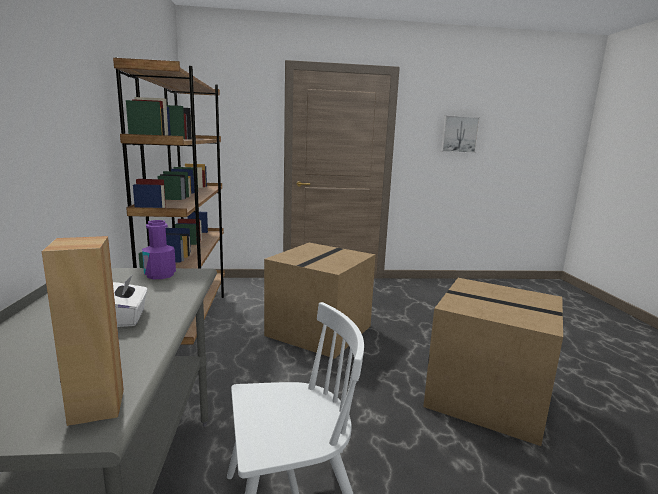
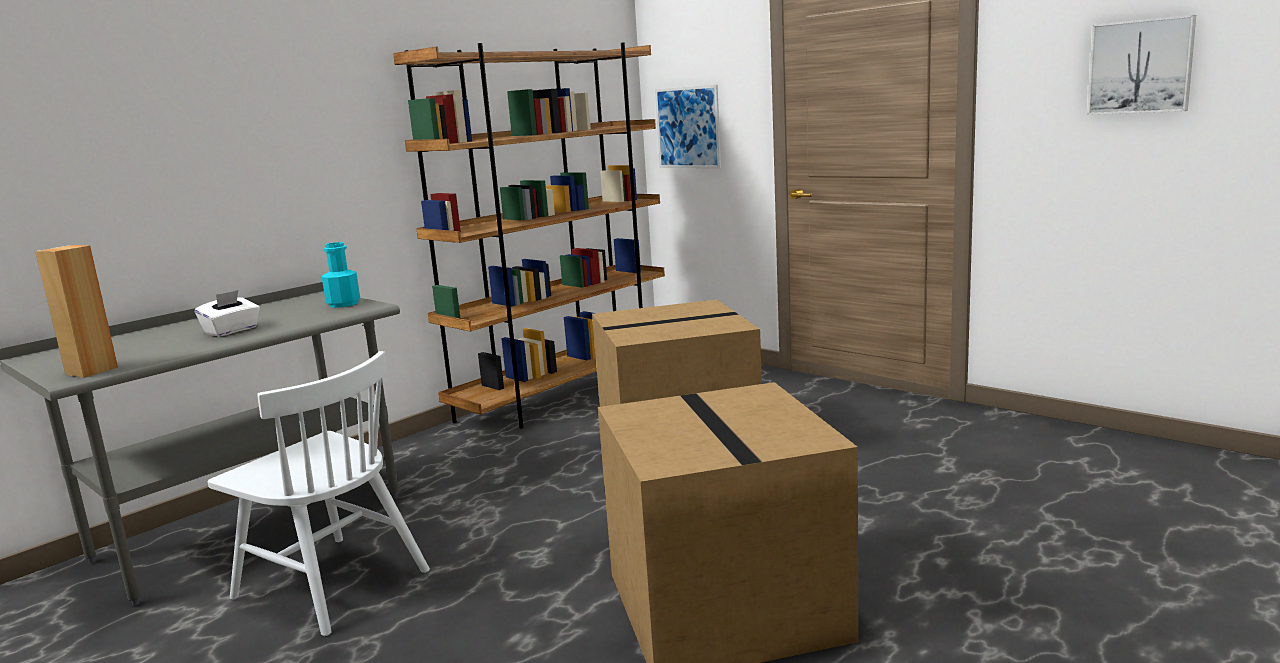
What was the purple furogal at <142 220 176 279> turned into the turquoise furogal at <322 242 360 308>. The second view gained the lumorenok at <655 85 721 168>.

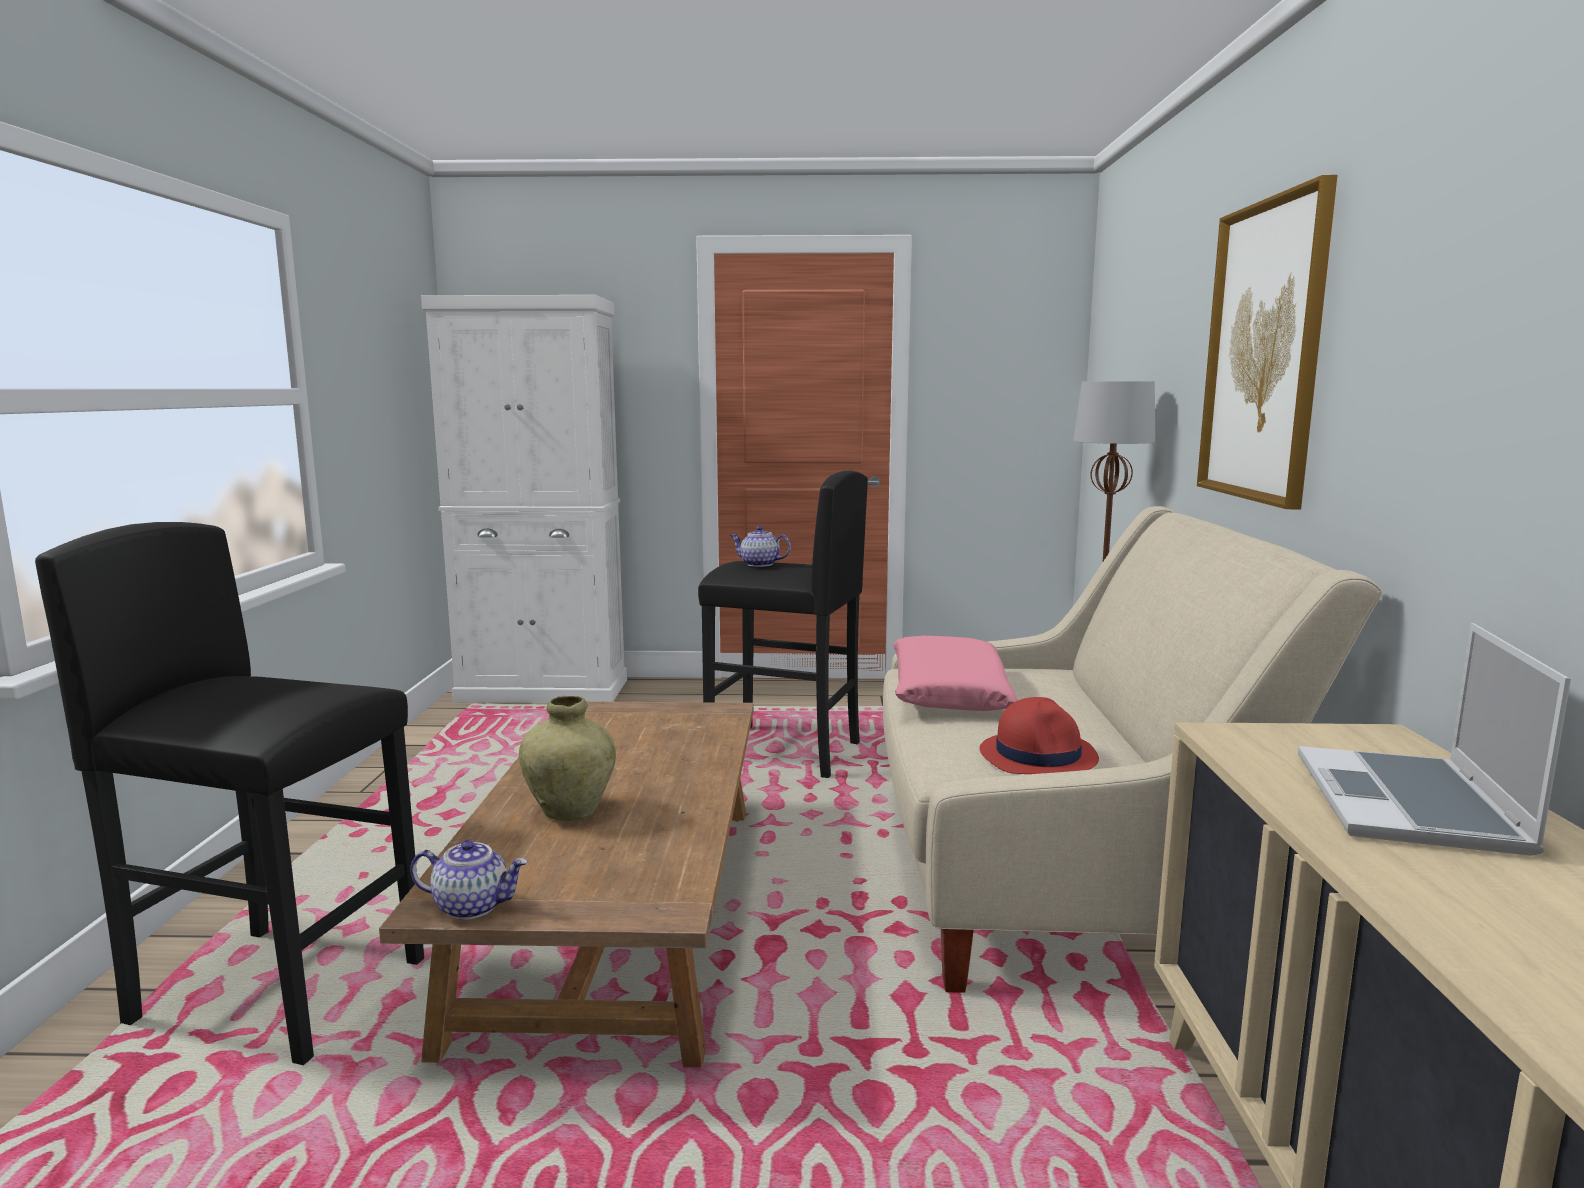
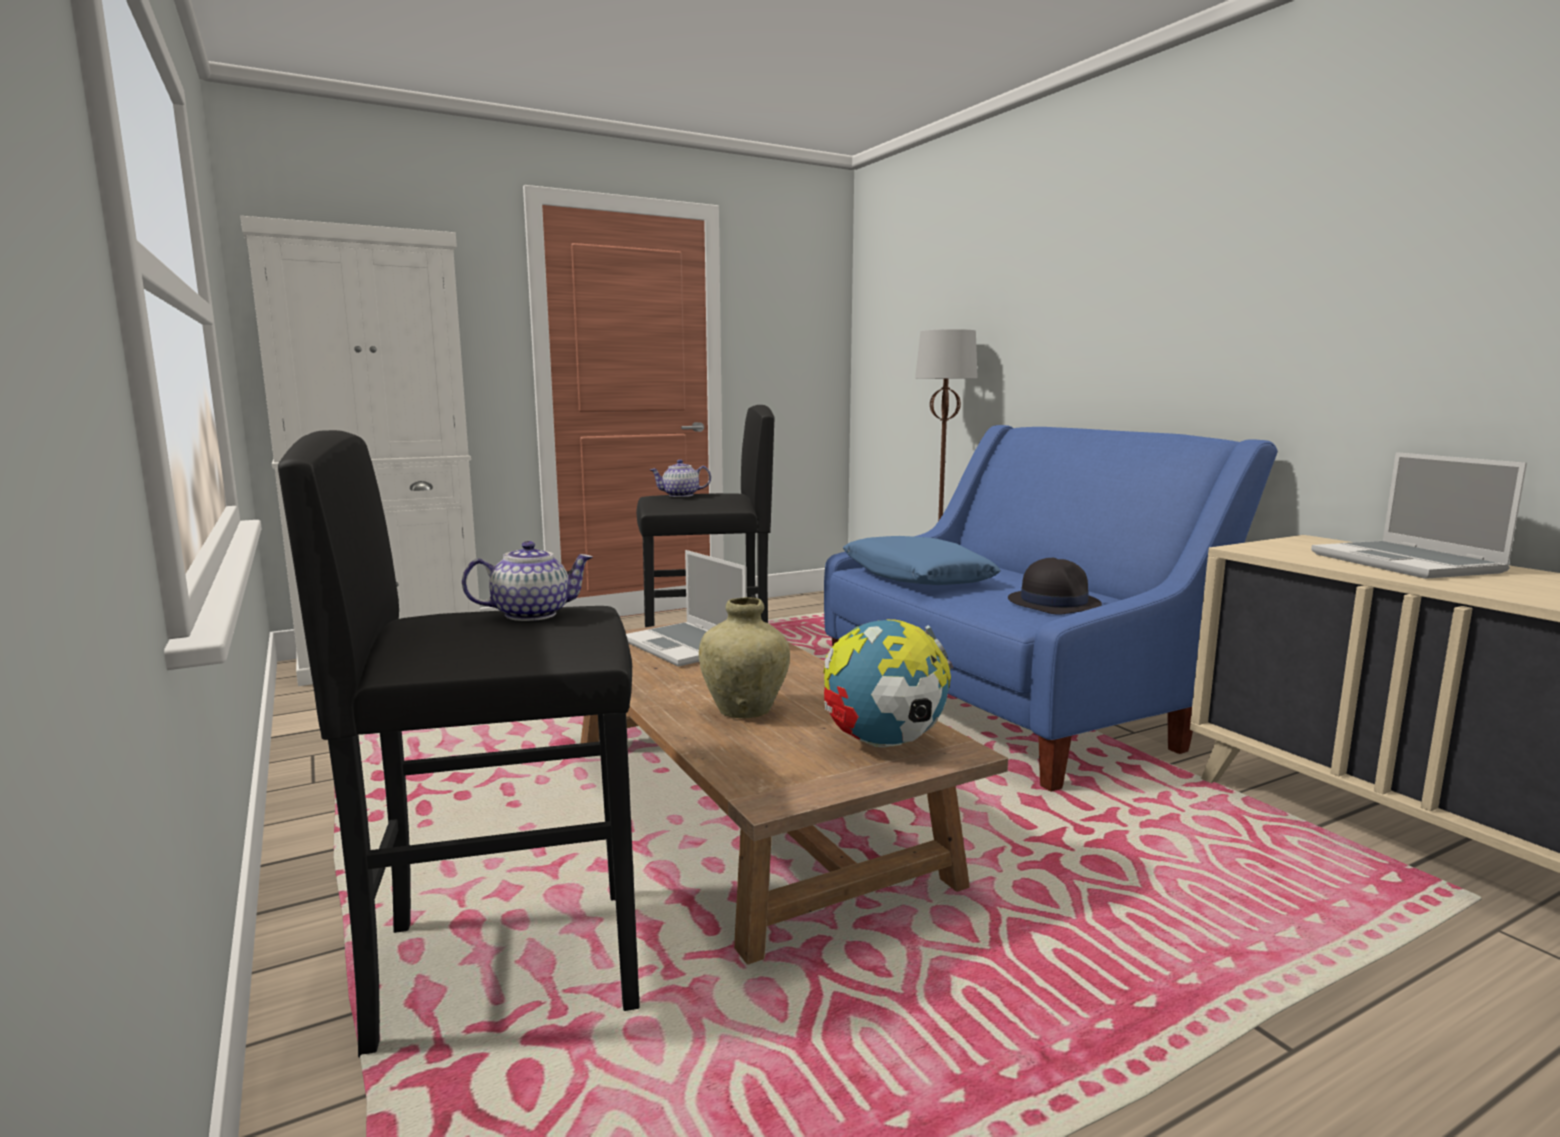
The second view lost the lumorenok at <1197 175 1338 509>. What was the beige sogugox at <883 506 1382 993> turned into the blue sogugox at <824 425 1278 792>. What was the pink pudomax at <893 636 1018 711> turned into the blue pudomax at <843 536 1001 585>. What was the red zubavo at <980 697 1099 774> turned into the black zubavo at <1008 558 1102 615>. The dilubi ended up elsewhere, having gone from <410 840 528 920> to <462 541 593 621>. The second view gained the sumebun at <626 550 747 667>. The second view gained the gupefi at <823 619 953 747>.

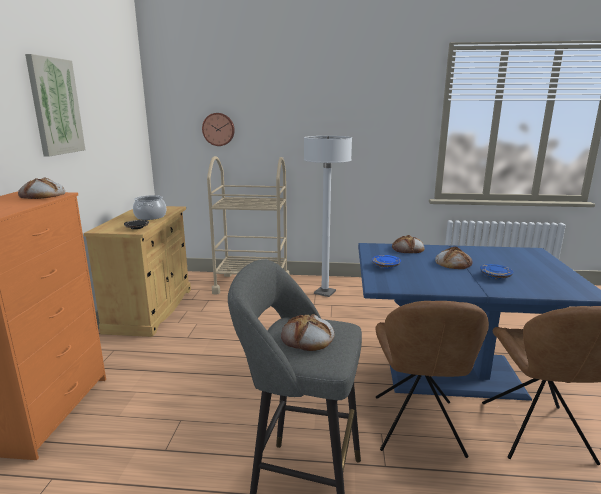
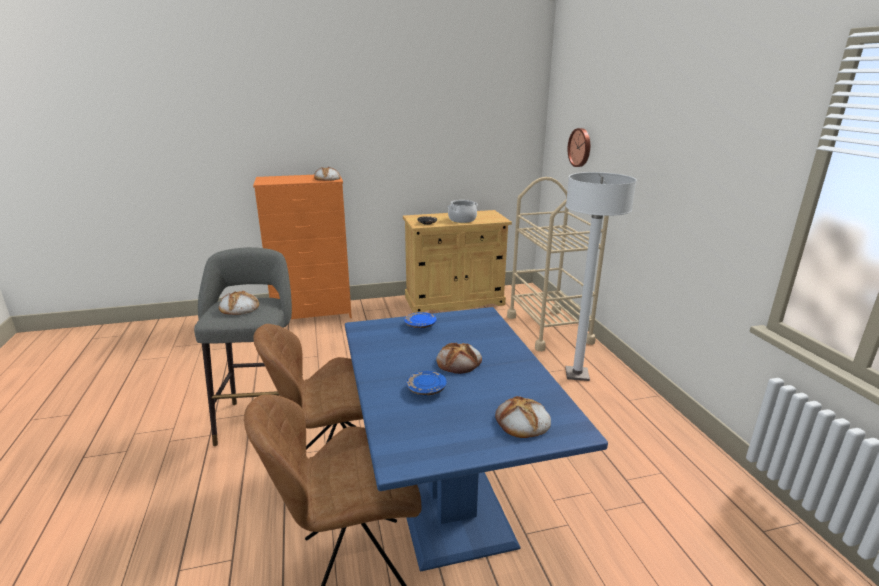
The second view lost the lumorenok at <25 54 85 157>. The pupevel ended up elsewhere, having gone from <392 235 425 253> to <495 396 551 438>.

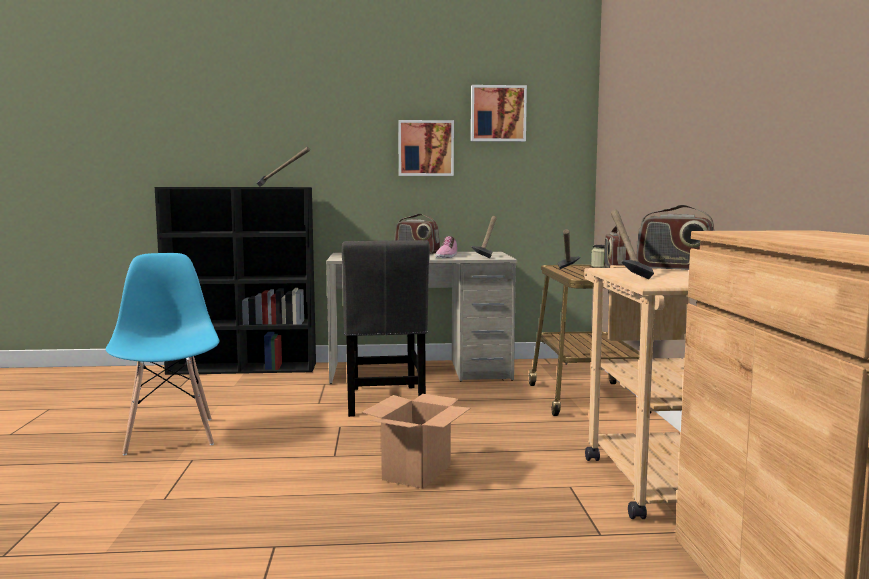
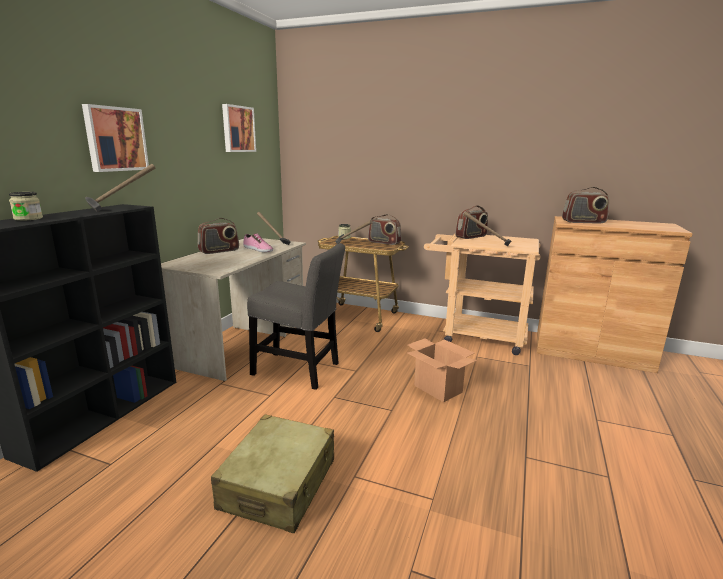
The lumorenok ended up elsewhere, having gone from <398 120 454 176> to <82 104 149 172>. Where the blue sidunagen stood at <106 253 219 456>, the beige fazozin came to stand at <211 414 334 533>. The second view gained the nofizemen at <562 187 609 224>. The second view gained the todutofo at <9 192 43 221>.

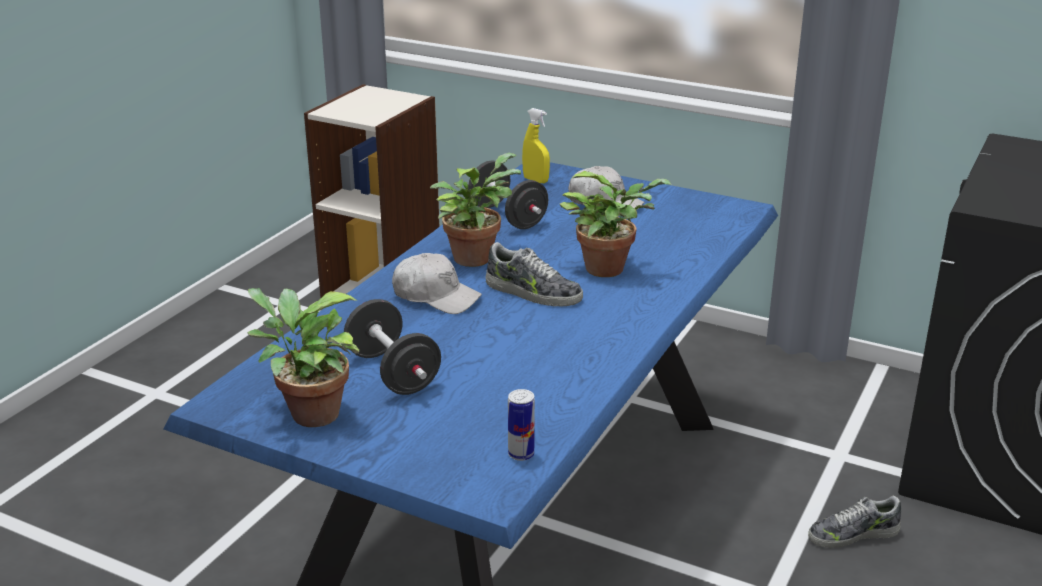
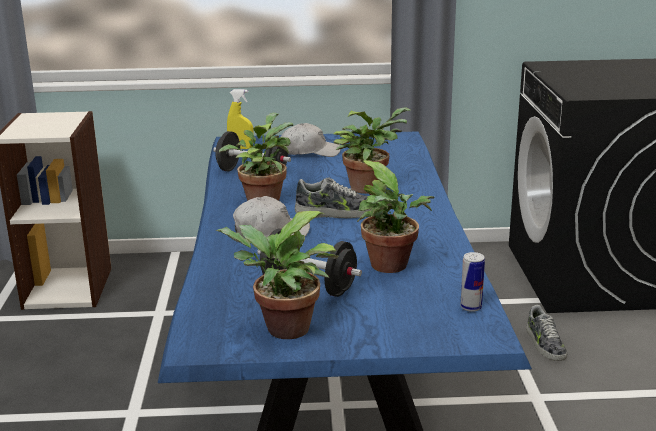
The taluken at <808 496 901 548> ended up facing another way, 60 degrees counterclockwise from before. The second view gained the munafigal at <357 160 434 273>.

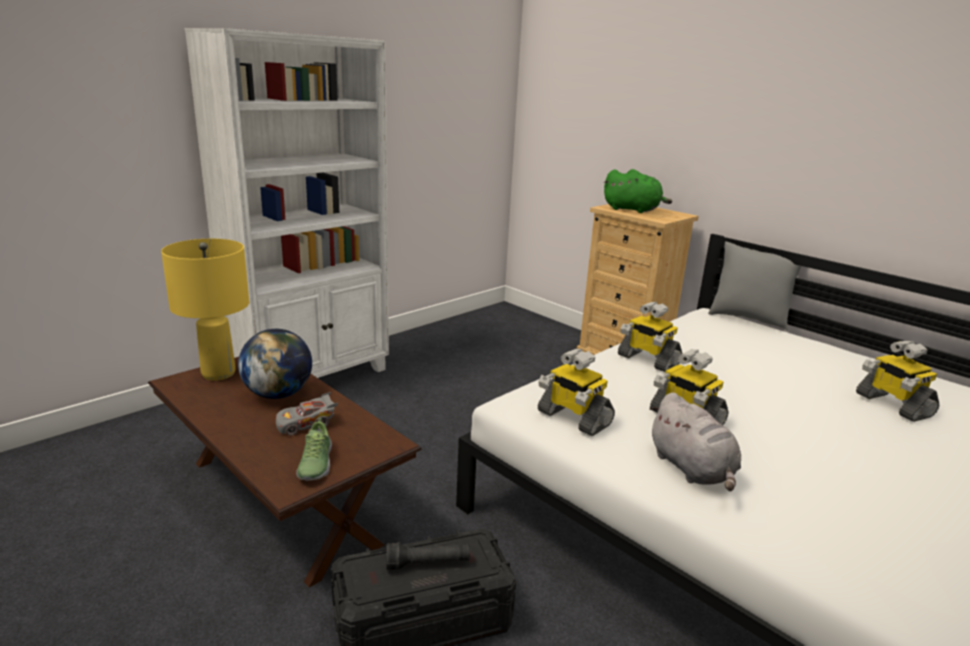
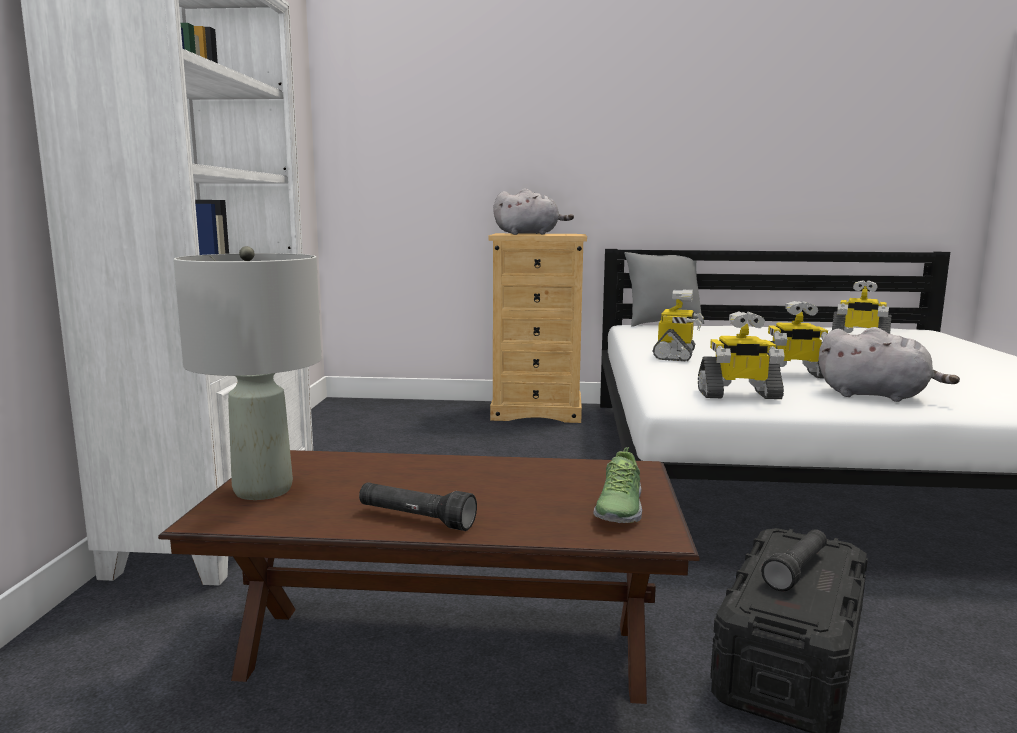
What was the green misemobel at <603 169 672 213> turned into the grey misemobel at <493 188 574 235>. What was the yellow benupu at <161 239 249 381> turned into the grey benupu at <174 246 321 500>. The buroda at <618 302 683 372> ended up facing another way, 75 degrees counterclockwise from before. The second view lost the gupefi at <238 329 312 399>. The second view lost the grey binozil at <276 392 338 435>. The taluken at <296 418 332 481> ended up facing another way, 60 degrees clockwise from before. The second view gained the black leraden at <359 482 477 531>.

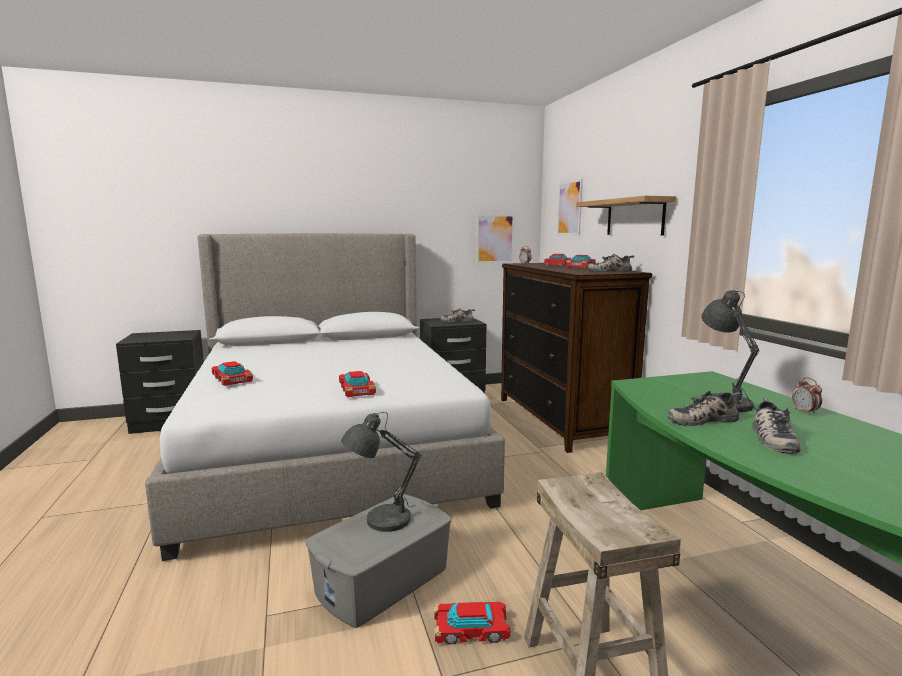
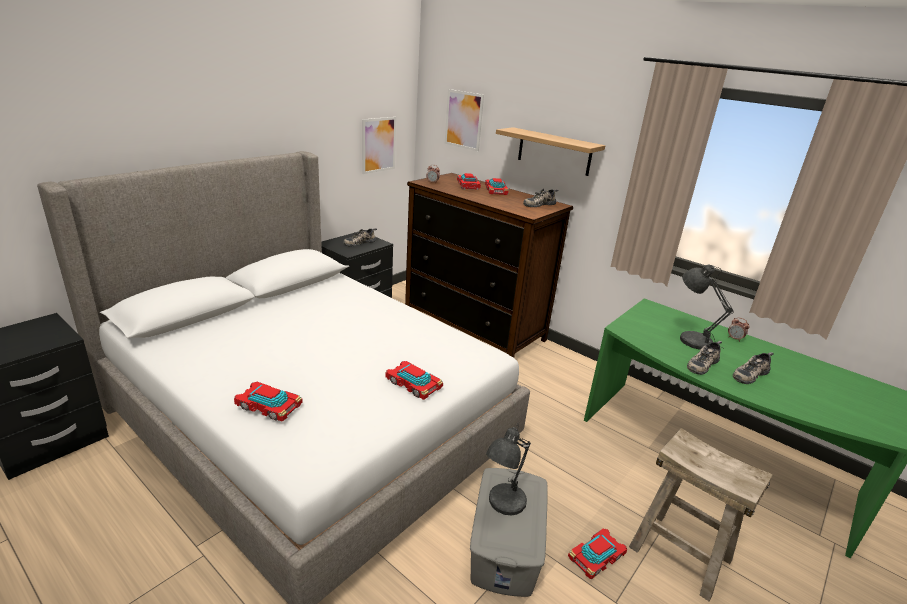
The taluken at <752 398 800 454> ended up facing another way, 75 degrees clockwise from before.

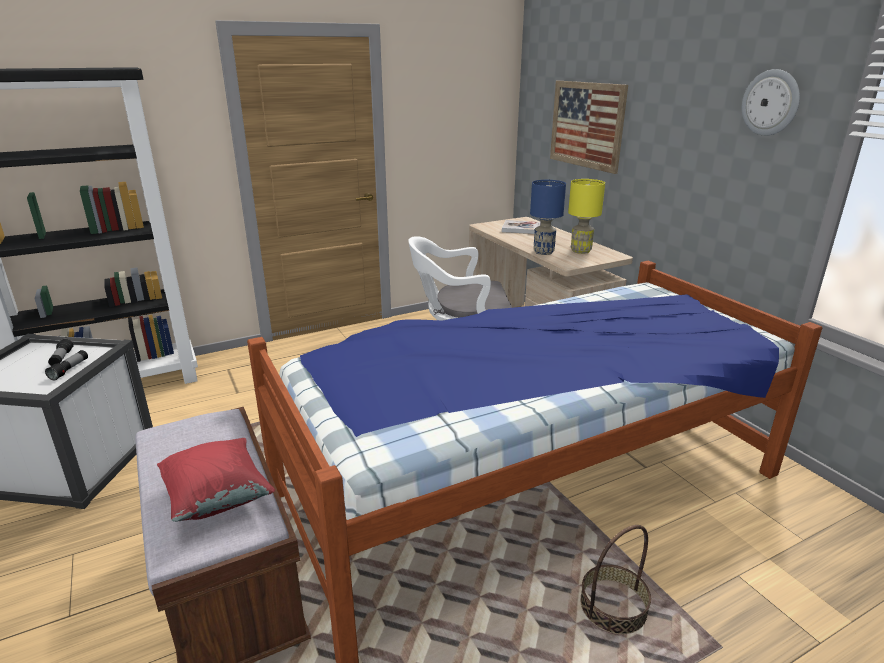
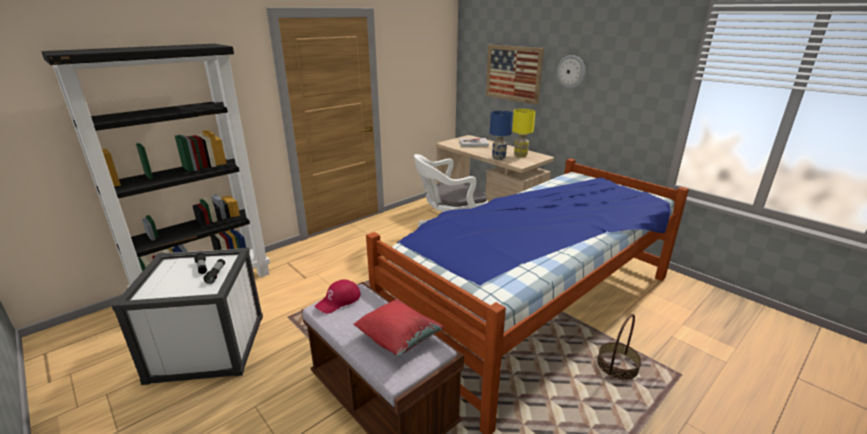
The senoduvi ended up elsewhere, having gone from <742 69 800 136> to <557 55 585 89>. The second view gained the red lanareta at <315 280 361 314>.

